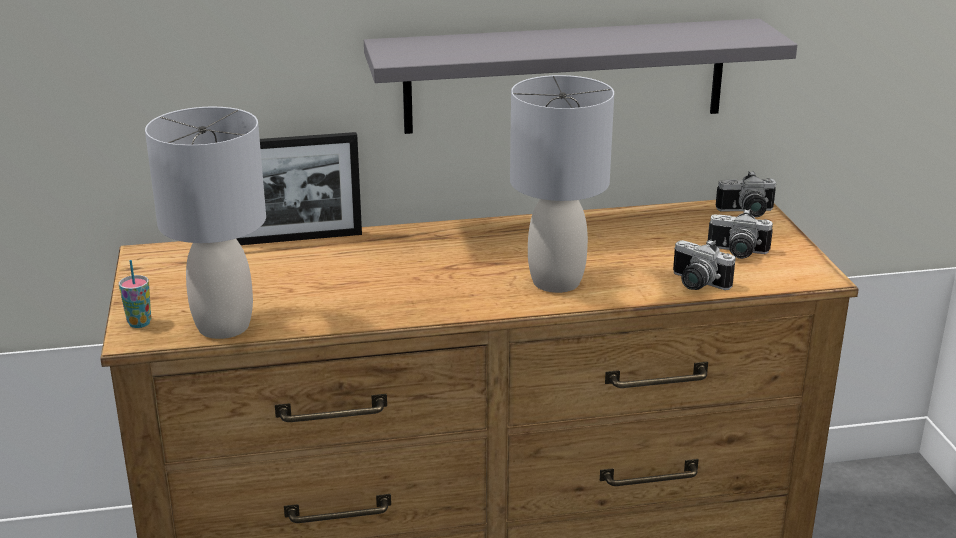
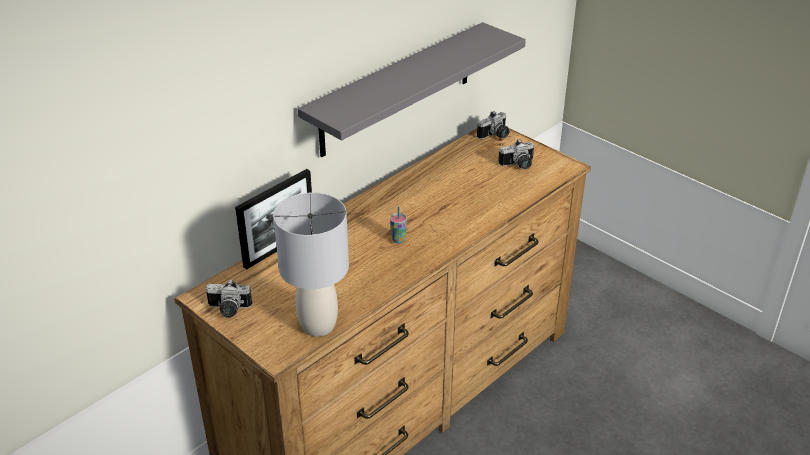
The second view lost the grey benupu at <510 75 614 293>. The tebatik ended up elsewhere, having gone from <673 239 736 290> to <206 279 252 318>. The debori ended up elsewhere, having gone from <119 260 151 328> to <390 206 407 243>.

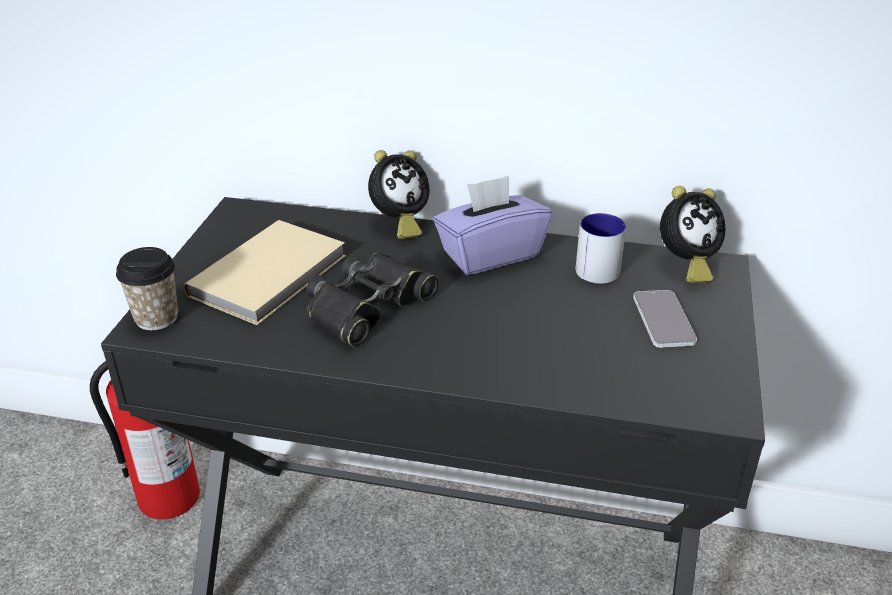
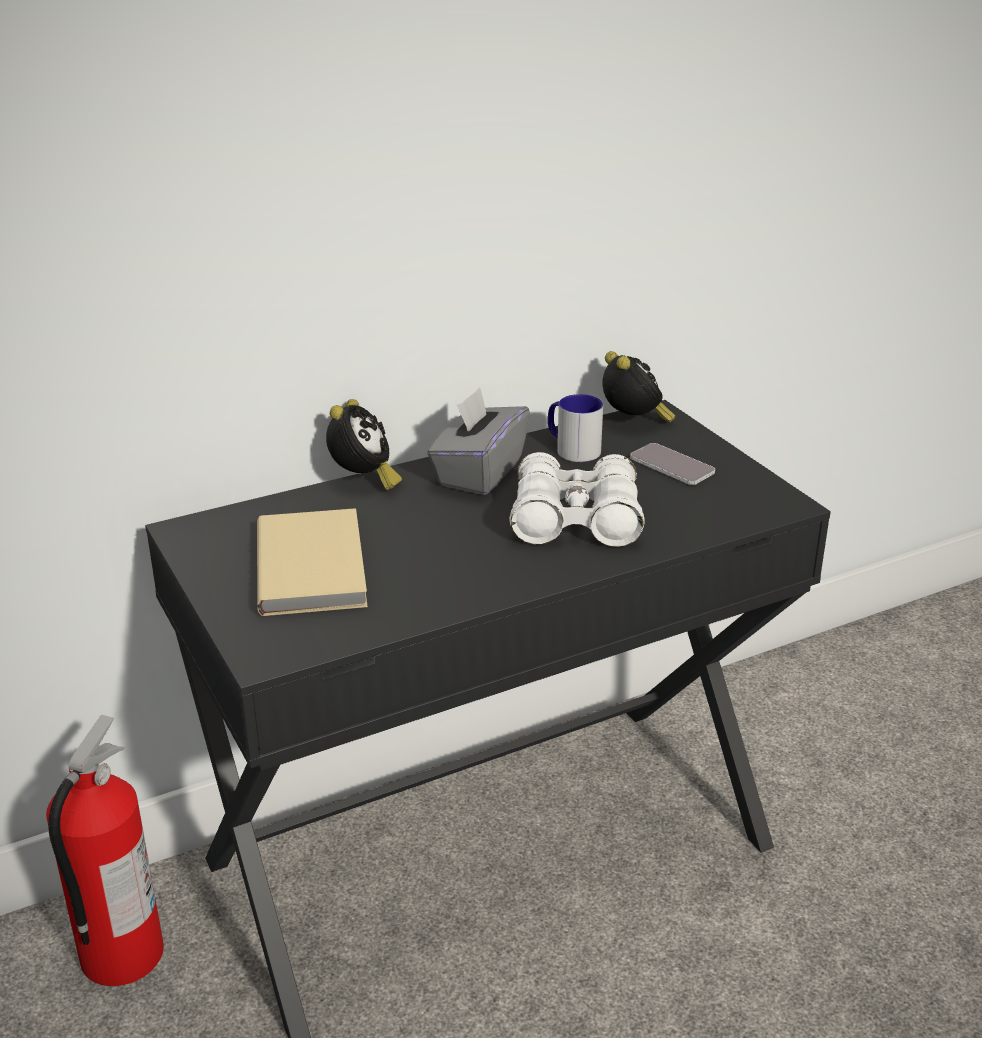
What was the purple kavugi at <433 175 552 275> turned into the grey kavugi at <427 387 530 495>. The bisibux at <660 186 725 283> ended up facing another way, 45 degrees counterclockwise from before. The second view lost the debori at <116 247 178 330>. The second view lost the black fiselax at <306 252 439 347>. The second view gained the white fiselax at <510 452 645 547>.

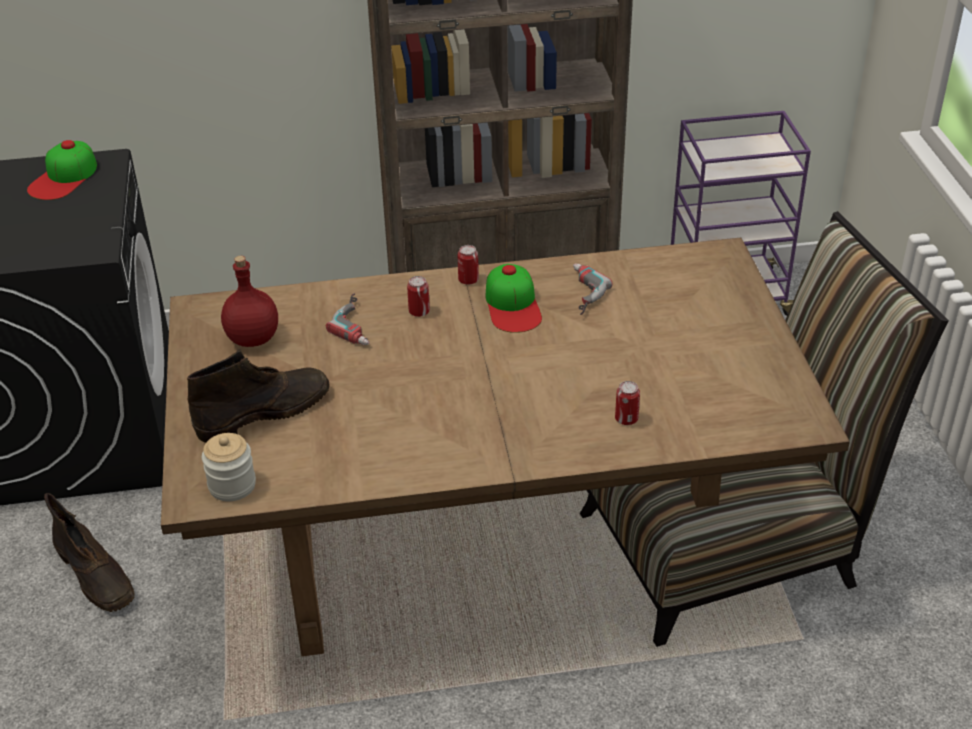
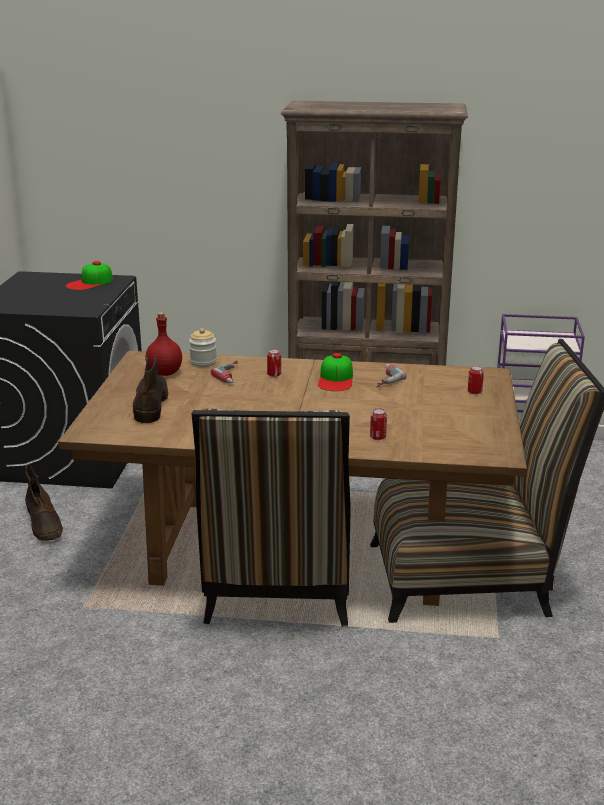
The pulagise ended up elsewhere, having gone from <458 245 479 285> to <468 366 484 394>. The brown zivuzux at <187 349 330 443> ended up facing another way, 75 degrees counterclockwise from before. The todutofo ended up elsewhere, having gone from <202 433 256 501> to <189 328 217 367>. The second view gained the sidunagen at <192 409 351 627>.

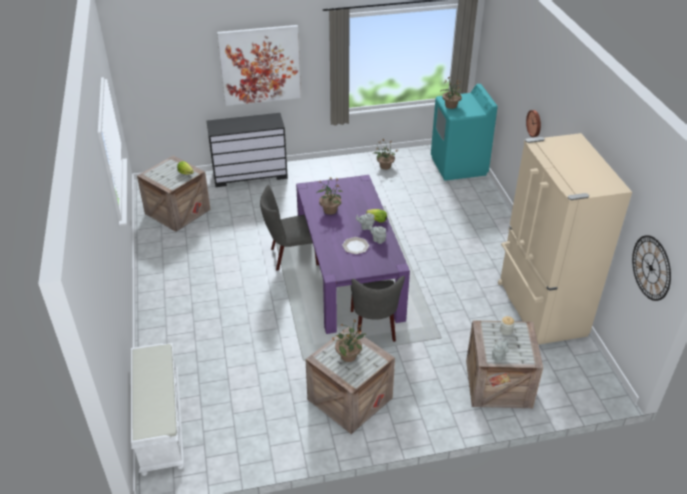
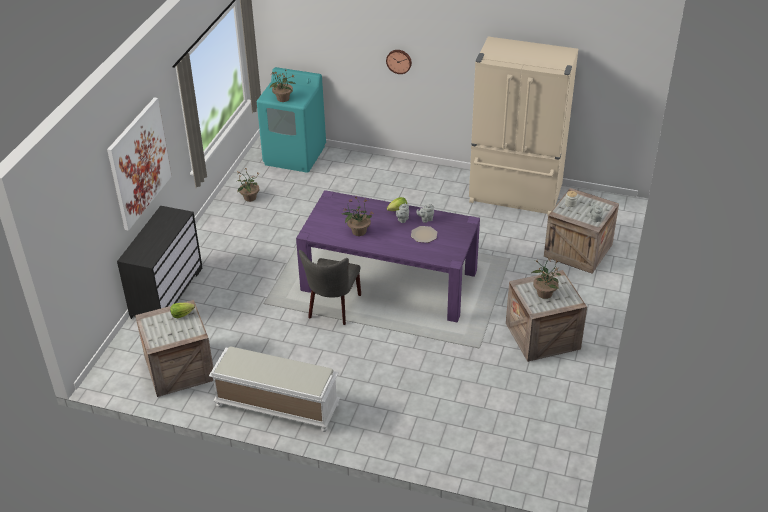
The second view lost the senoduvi at <632 235 671 301>. The second view lost the grey sidunagen at <351 276 405 342>. The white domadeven ended up elsewhere, having gone from <131 343 184 476> to <209 347 340 432>.

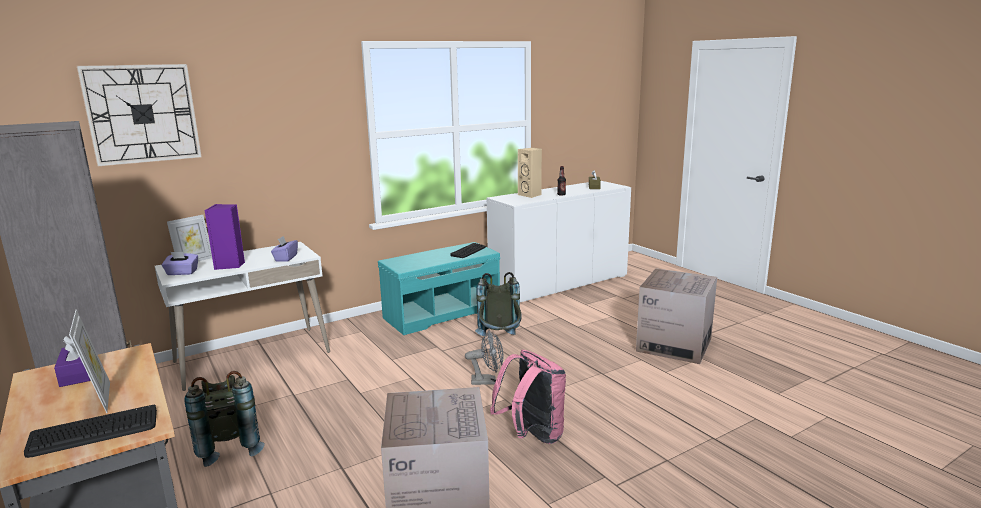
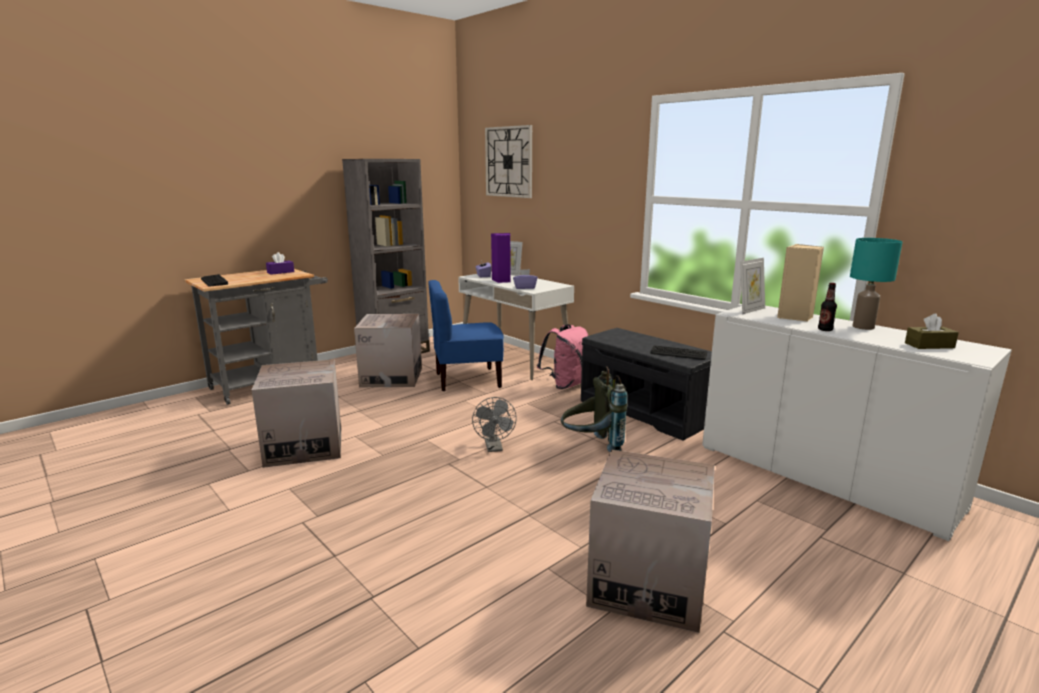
What was the turquoise domadeven at <378 242 500 335> turned into the grey domadeven at <581 328 712 441>. The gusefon ended up elsewhere, having gone from <69 309 110 413> to <740 258 765 314>. The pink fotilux ended up elsewhere, having gone from <490 350 566 444> to <537 324 588 389>. Where the grey fotilux stood at <184 371 265 467>, the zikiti came to stand at <354 314 422 387>. The second view gained the turquoise benupu at <850 238 903 330>. The second view gained the blue sidunagen at <428 280 504 391>.

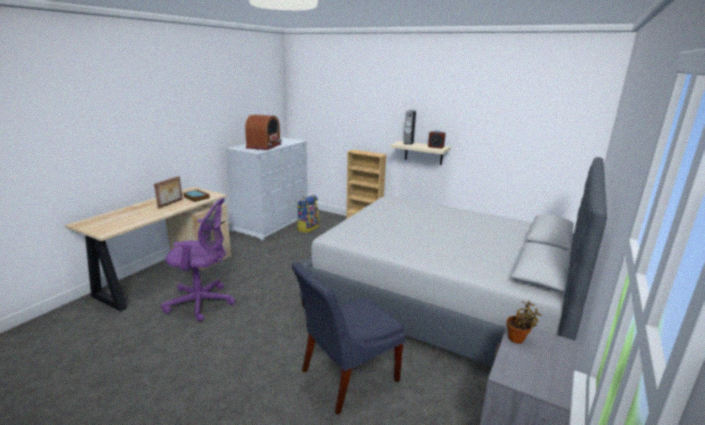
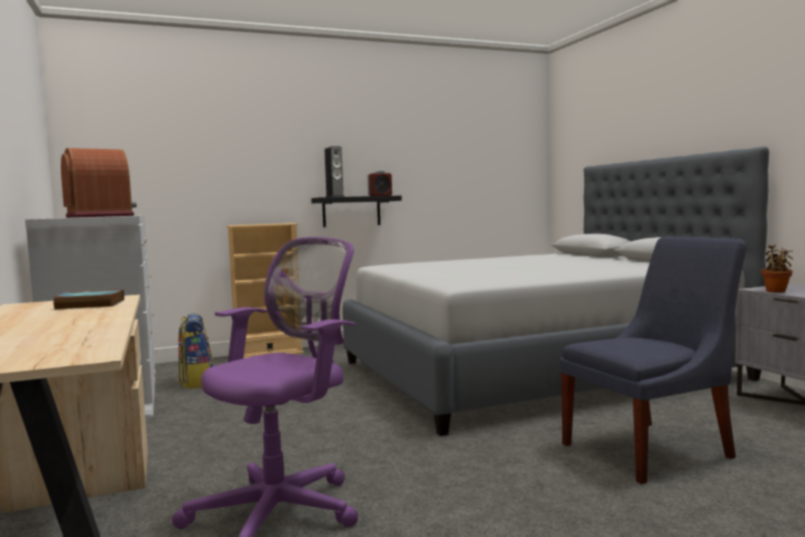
What was the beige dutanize at <391 141 451 165> turned into the black dutanize at <311 196 402 227>. The second view lost the gusefon at <154 176 183 209>. The blue sidunagen at <292 262 405 415> ended up facing another way, 120 degrees counterclockwise from before.

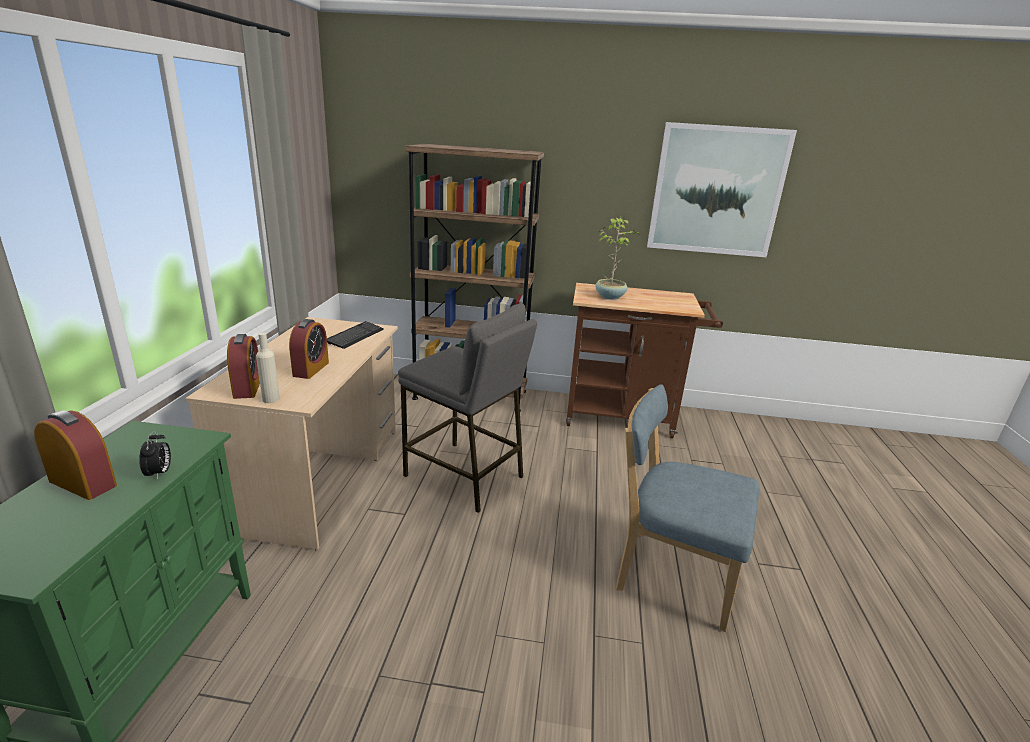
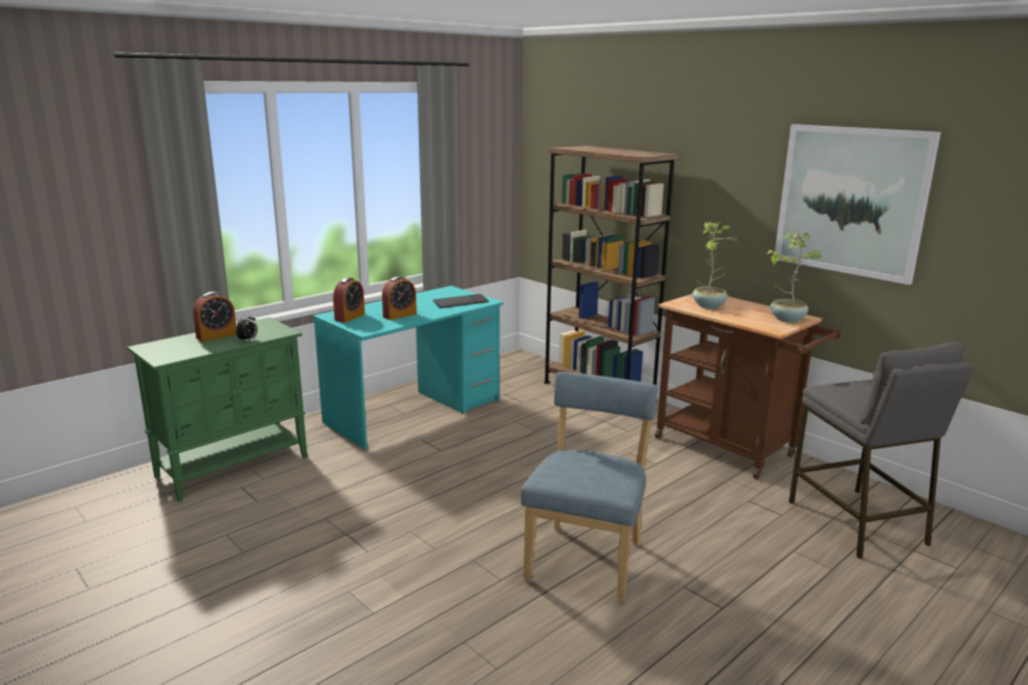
The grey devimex ended up elsewhere, having gone from <398 303 537 513> to <789 342 974 559>. What was the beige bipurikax at <185 317 398 550> turned into the turquoise bipurikax at <313 286 504 450>. The second view lost the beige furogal at <256 333 280 403>. The blue sidunagen at <616 384 759 632> ended up facing another way, 45 degrees clockwise from before. The bisibux at <34 410 117 500> ended up facing another way, 75 degrees clockwise from before. The second view gained the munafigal at <767 232 821 322>.

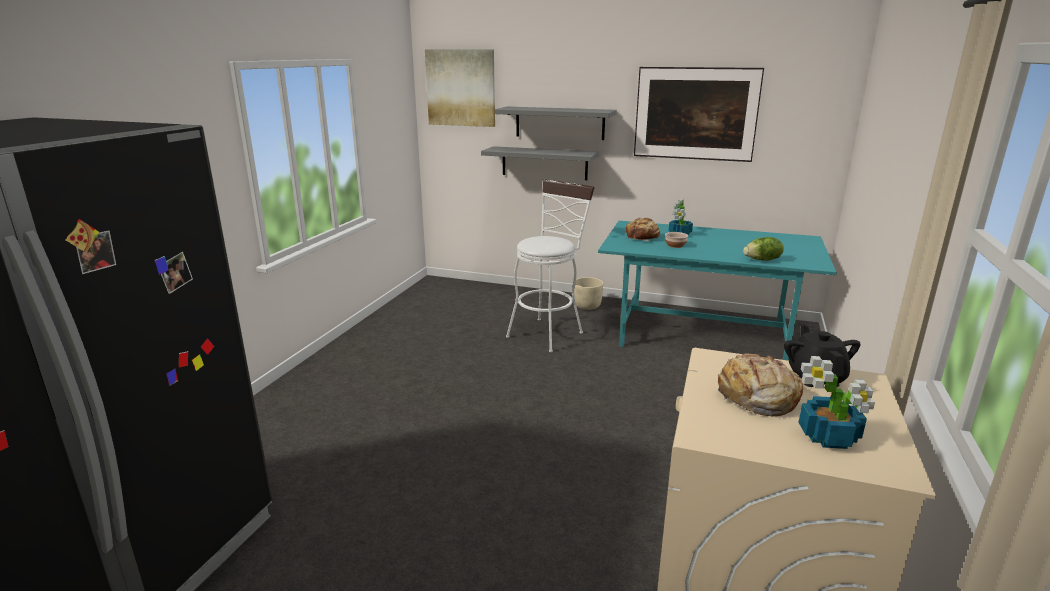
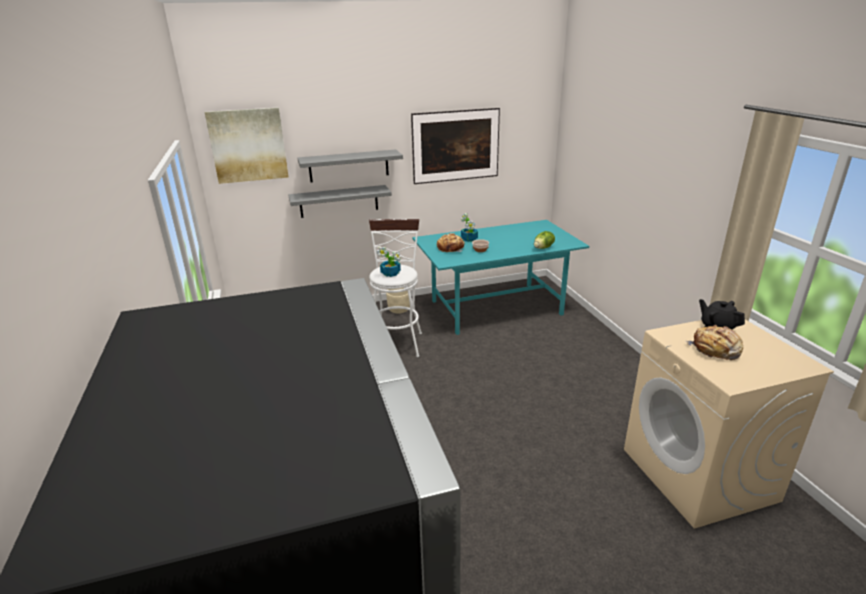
The munafigal ended up elsewhere, having gone from <798 356 875 449> to <377 247 401 277>.

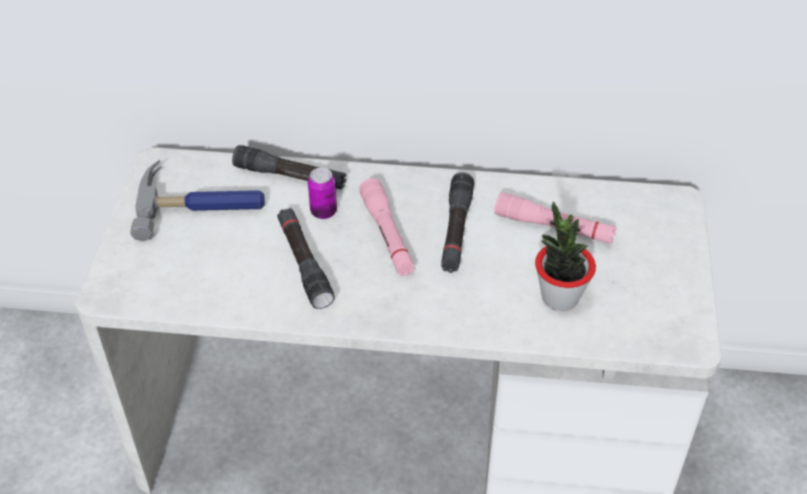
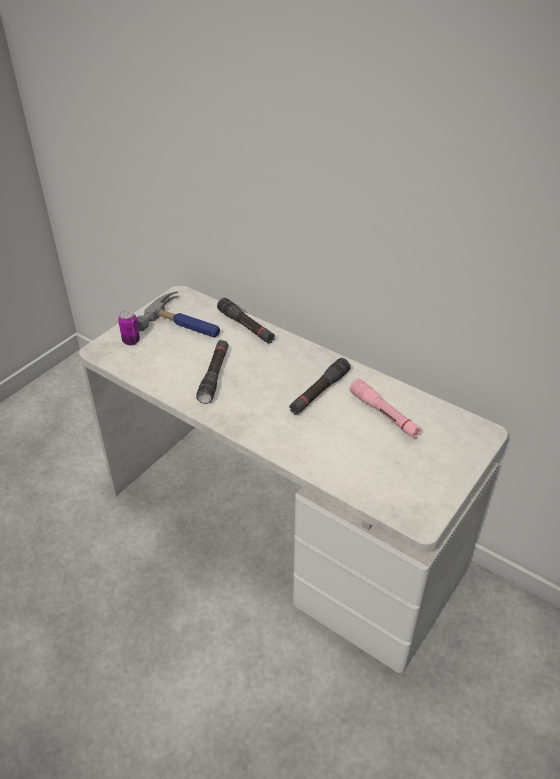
The pulagise ended up elsewhere, having gone from <308 168 337 219> to <118 310 140 345>. The second view lost the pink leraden at <359 178 415 276>. The second view lost the munafigal at <535 202 596 311>.

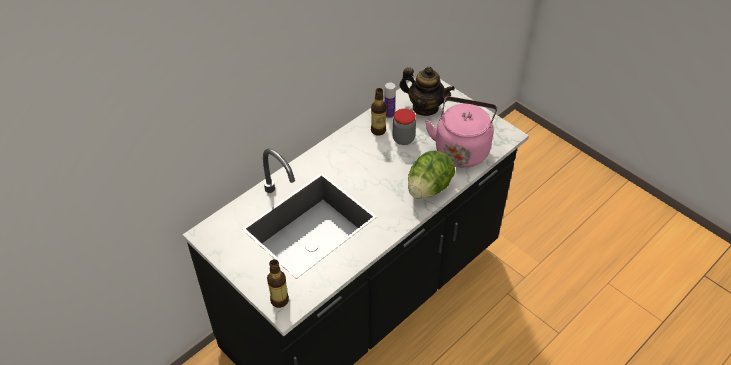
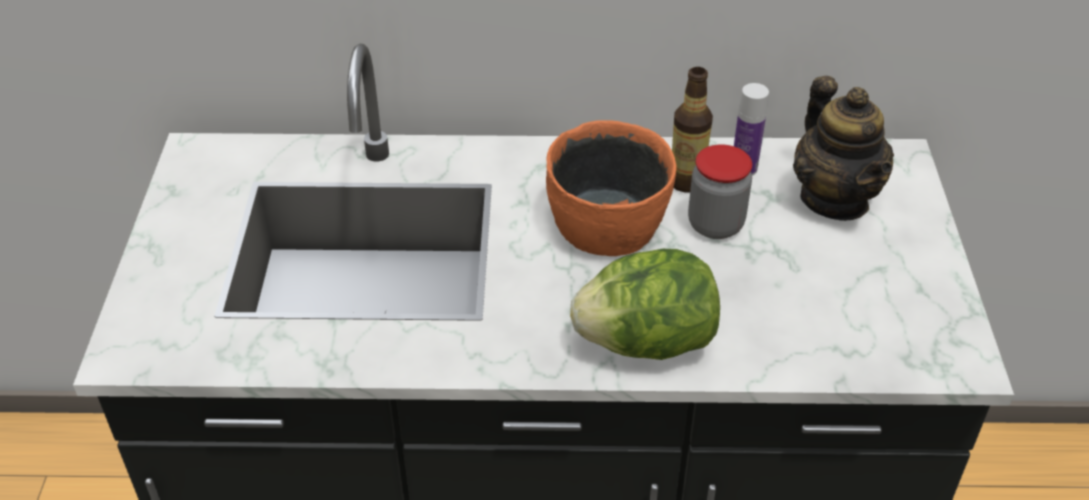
The second view lost the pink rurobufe at <425 97 497 168>. The second view lost the furogal at <267 259 289 308>. The second view gained the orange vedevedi at <546 120 677 256>.

